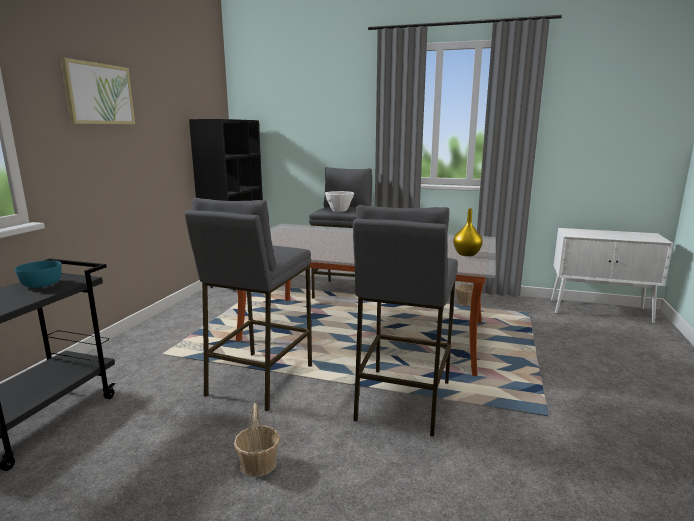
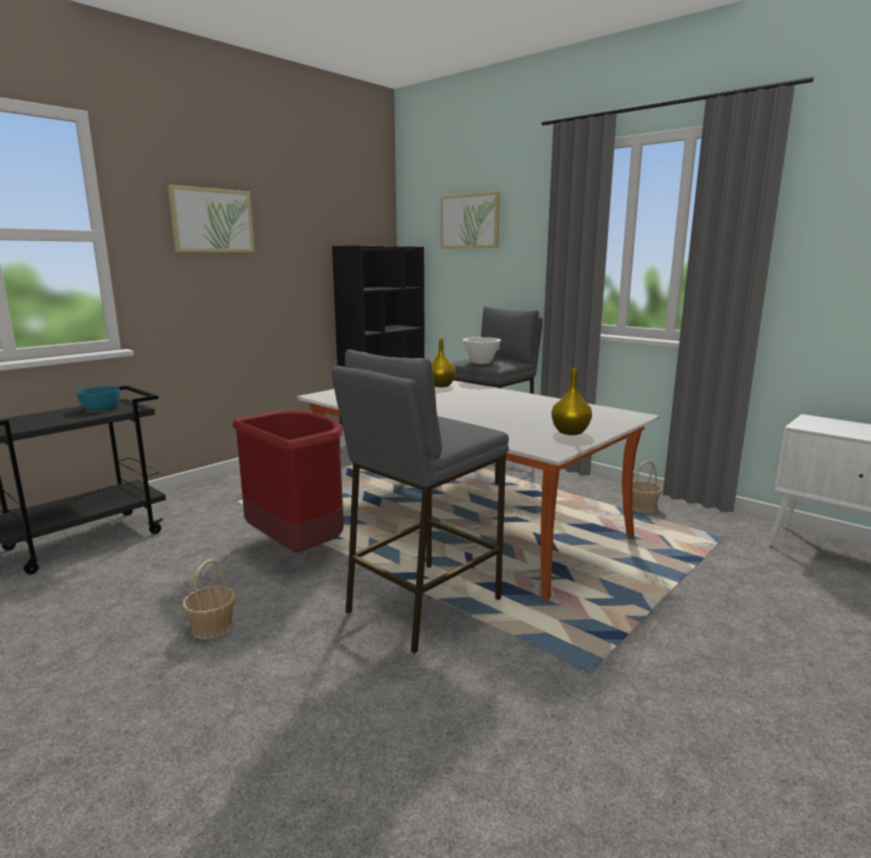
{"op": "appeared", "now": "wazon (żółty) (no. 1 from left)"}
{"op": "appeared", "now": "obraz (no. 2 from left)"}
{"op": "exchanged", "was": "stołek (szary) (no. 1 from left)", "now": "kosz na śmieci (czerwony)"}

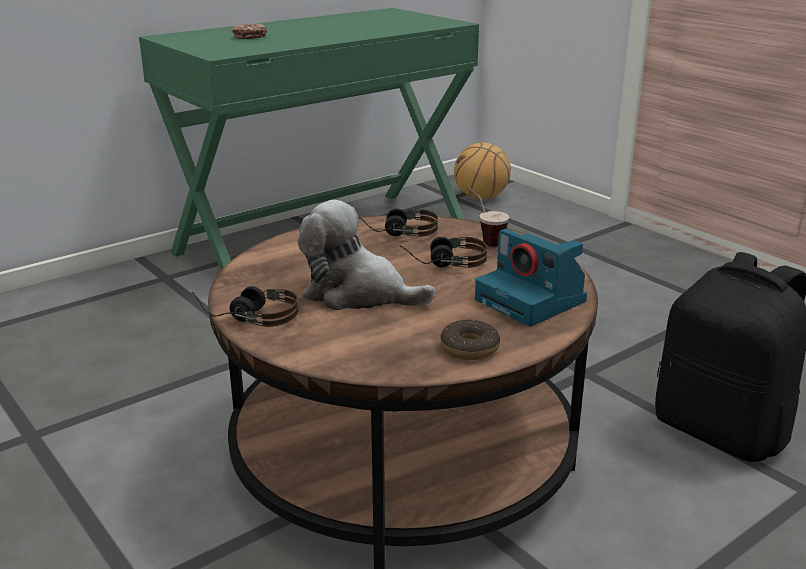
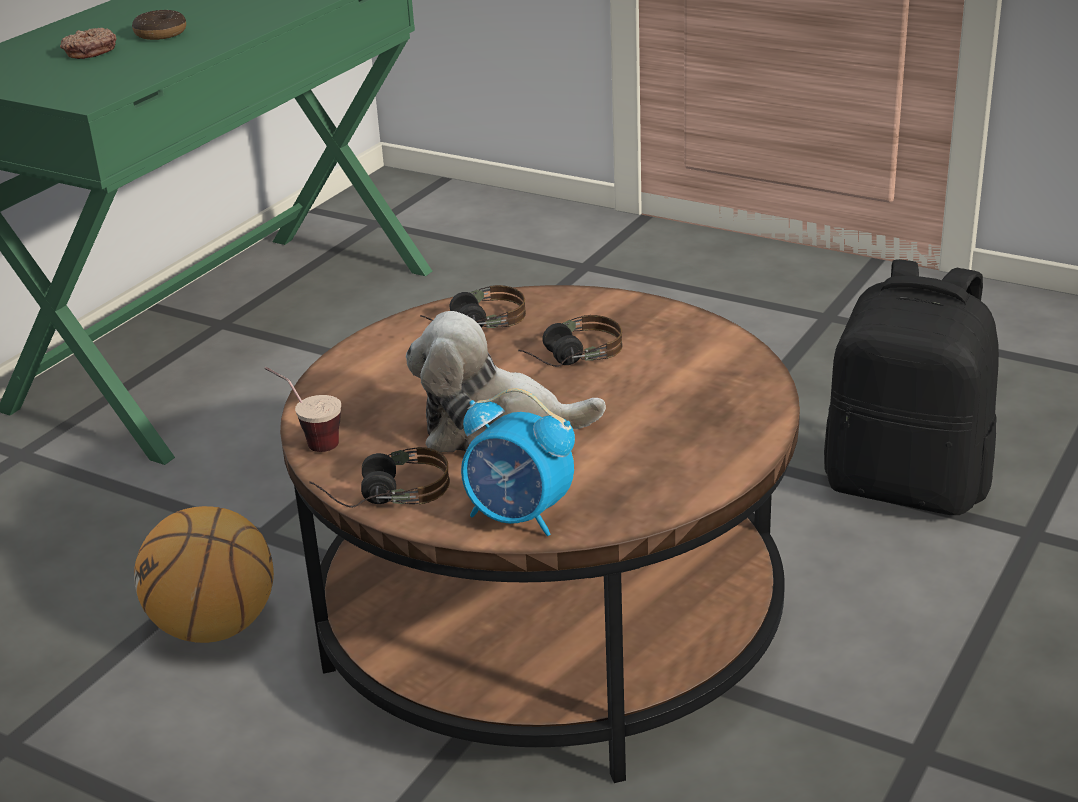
{"op": "missing", "was": "aparat fotograficzny"}
{"op": "appeared", "now": "budzik"}
{"op": "relocated", "was": "donut (no. 2 from left)"}
{"op": "relocated", "was": "piłka do koszykówki"}
{"op": "relocated", "was": "filiżanka"}

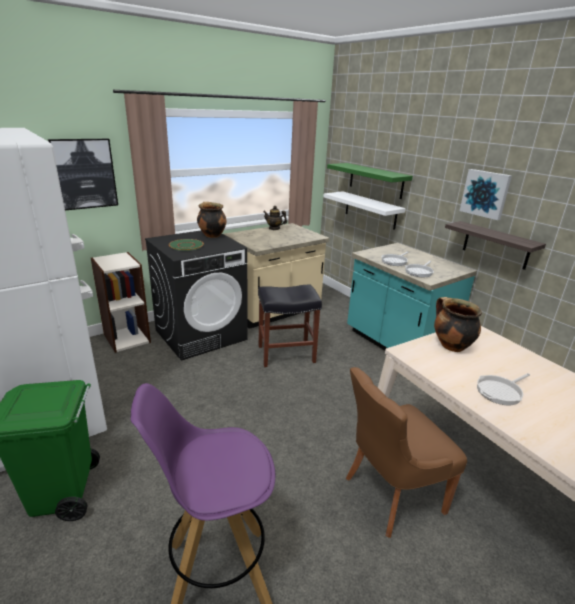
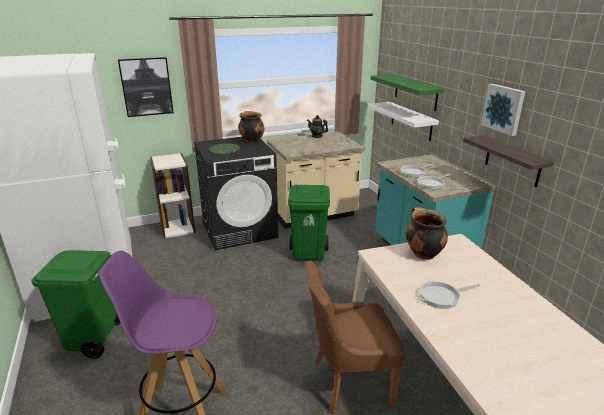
{"op": "exchanged", "was": "stołek (czarny)", "now": "kosz na śmieci (zielony) (no. 2 from left)"}

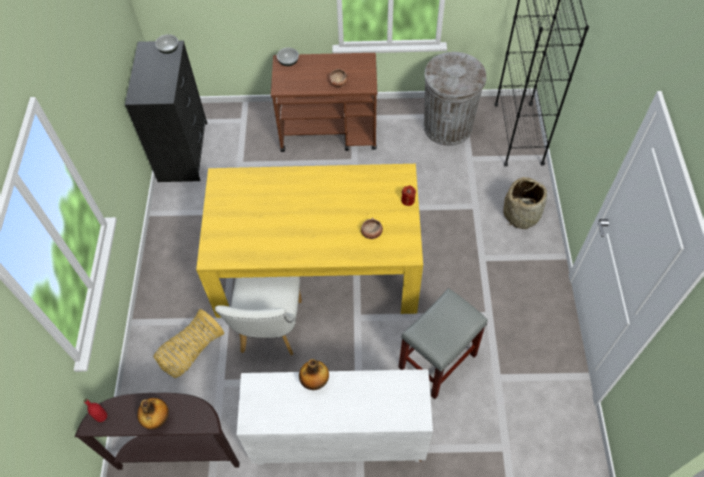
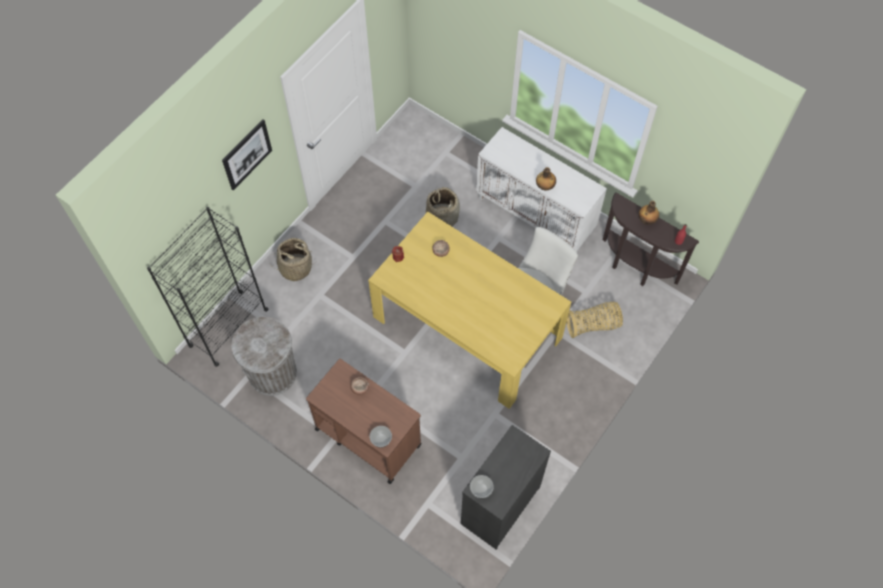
{"op": "appeared", "now": "obraz"}
{"op": "exchanged", "was": "stołek (szary)", "now": "koszyk (no. 2 from left)"}

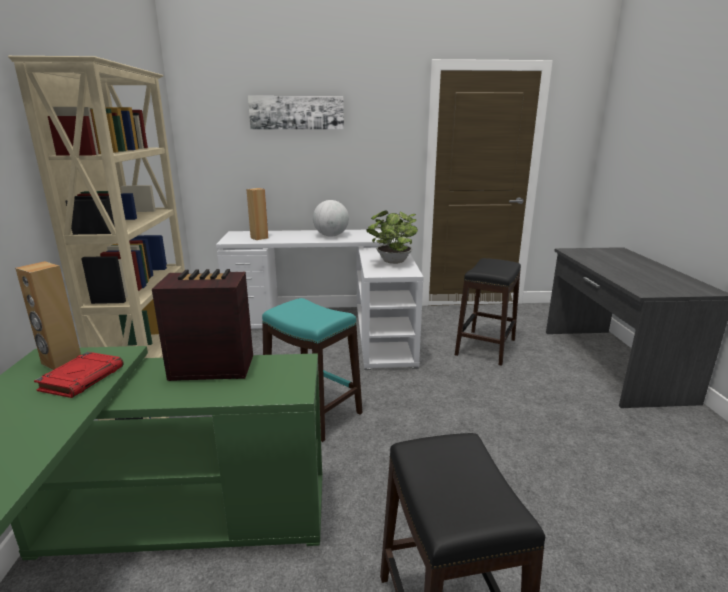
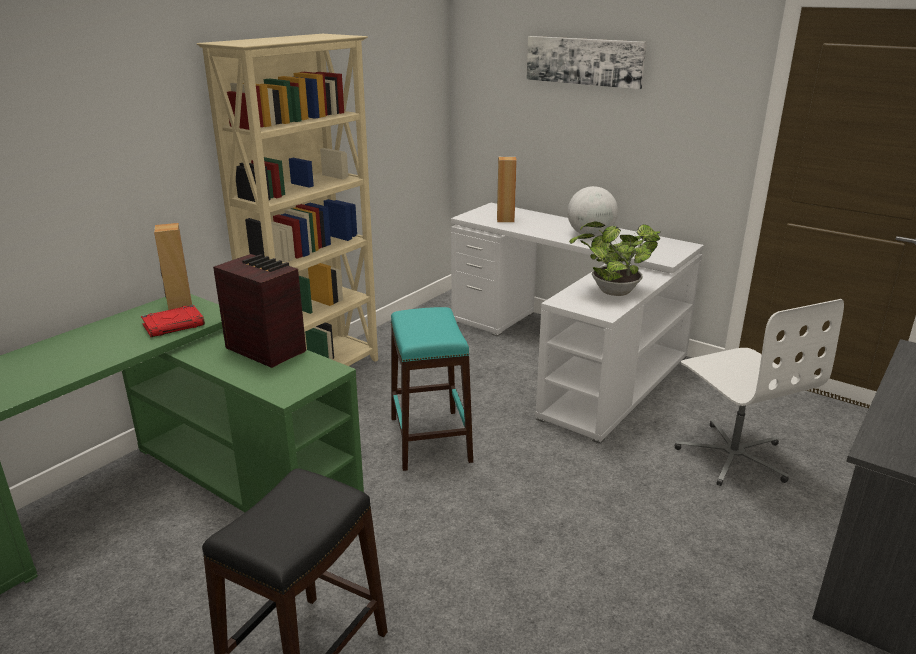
{"op": "exchanged", "was": "stołek (czarny) (no. 2 from left)", "now": "krzesło biurowe (biały)"}

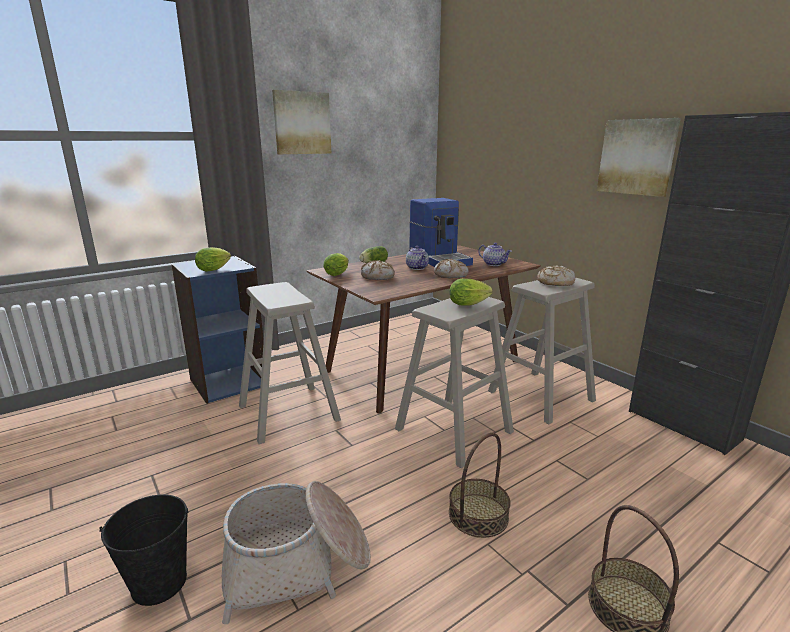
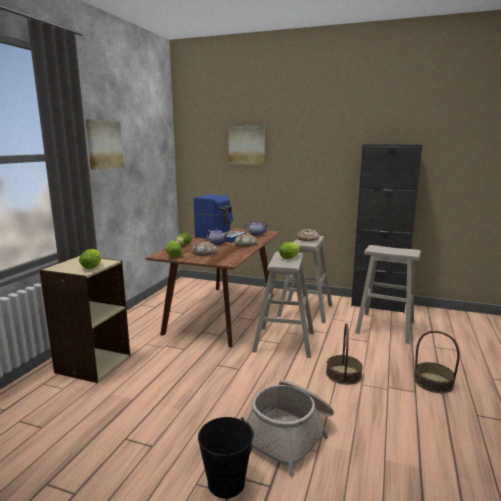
{"op": "relocated", "was": "stołek (beżowy) (no. 1 from left in the first image)", "now": "stołek (beżowy) (no. 3 from left)"}
{"op": "relocated", "was": "obraz (no. 2 from left)"}
{"op": "colour", "was": "regał (niebieski)", "now": "regał (beżowy)"}

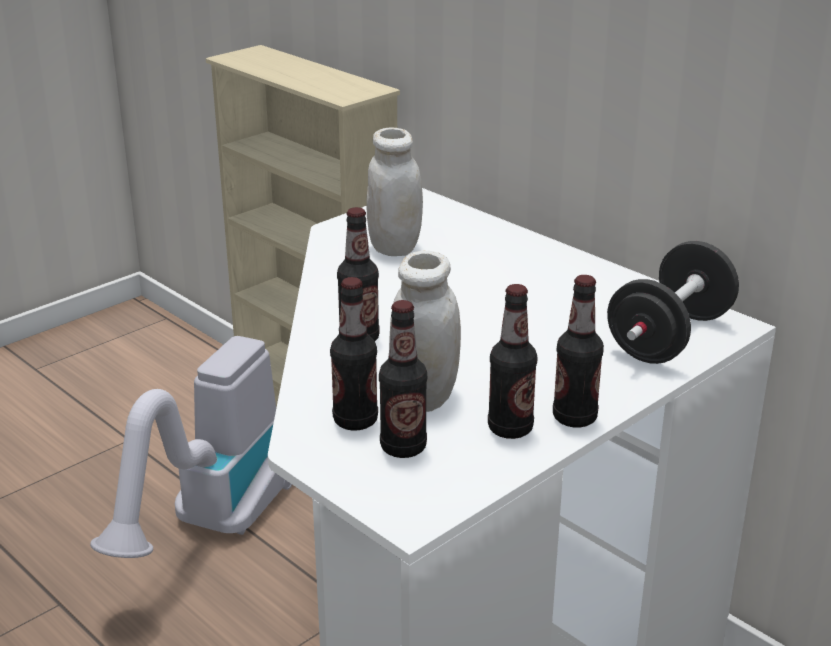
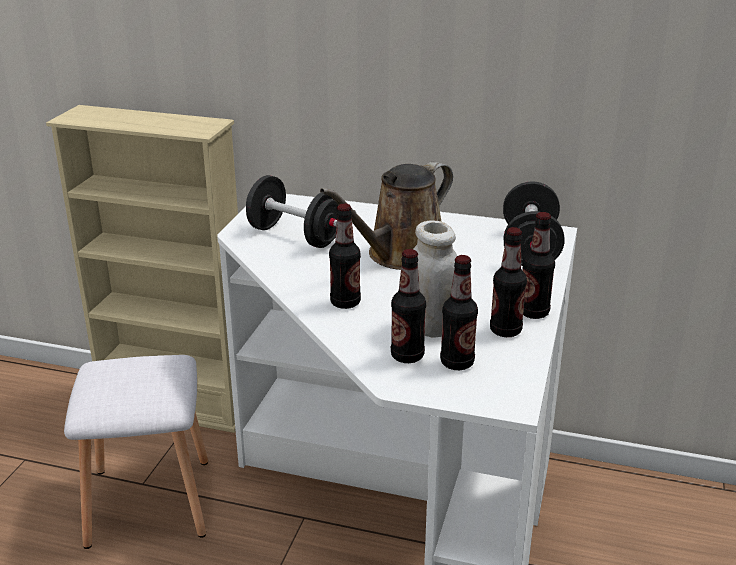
{"op": "appeared", "now": "konewka (brązowy)"}
{"op": "exchanged", "was": "odkurzacz", "now": "stołek (biały)"}
{"op": "exchanged", "was": "słoik (biały) (no. 1 from left)", "now": "hantel (czarny) (no. 1 from left)"}

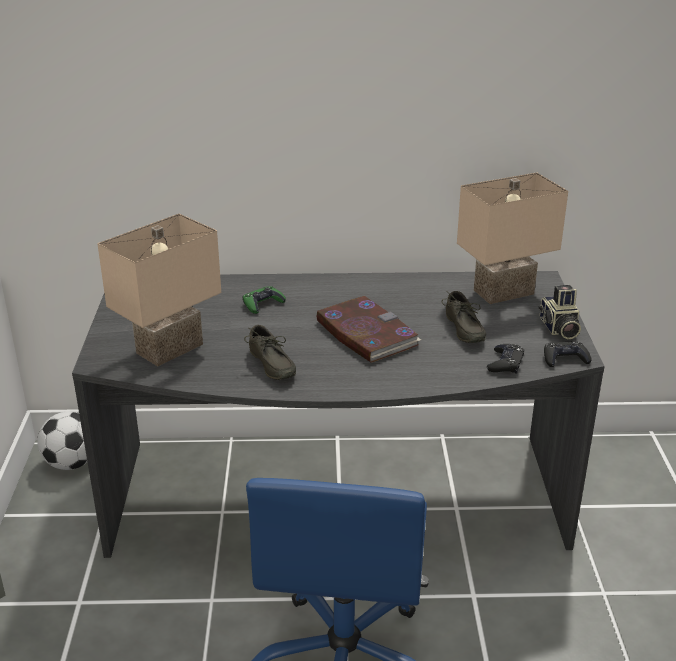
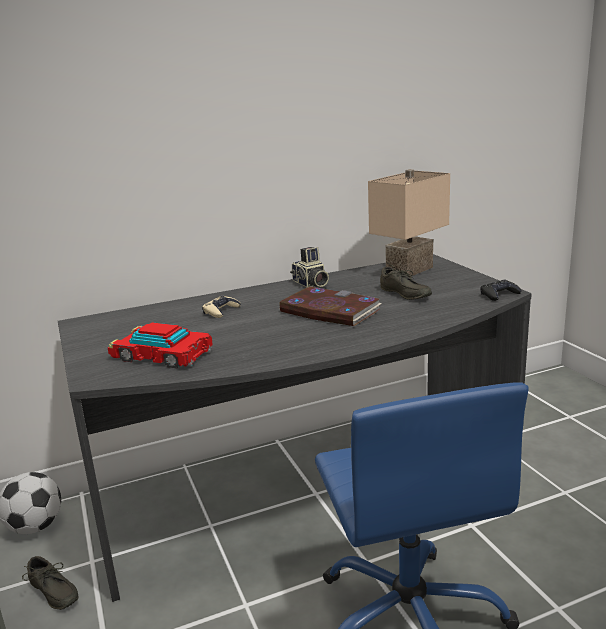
{"op": "missing", "was": "pad do gier (czarny) (no. 1 from left)"}
{"op": "relocated", "was": "but (szary) (no. 1 from left)"}
{"op": "relocated", "was": "aparat fotograficzny"}
{"op": "exchanged", "was": "lampa stołowa (beżowy) (no. 1 from left)", "now": "samochodzik"}
{"op": "colour", "was": "pad do gier (zielony)", "now": "pad do gier (beżowy)"}

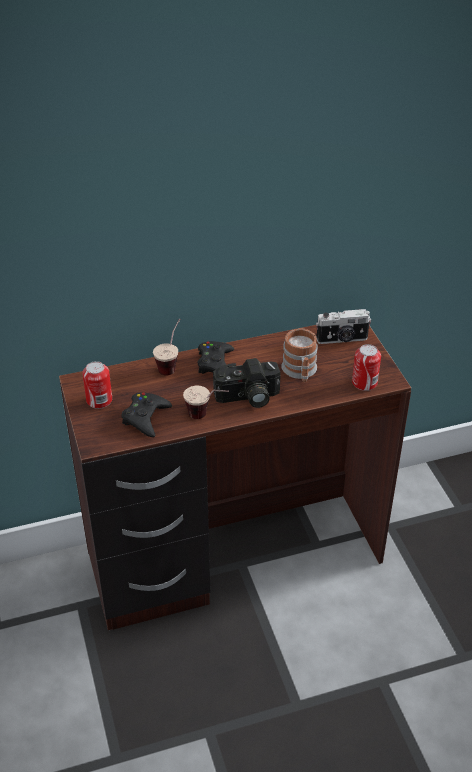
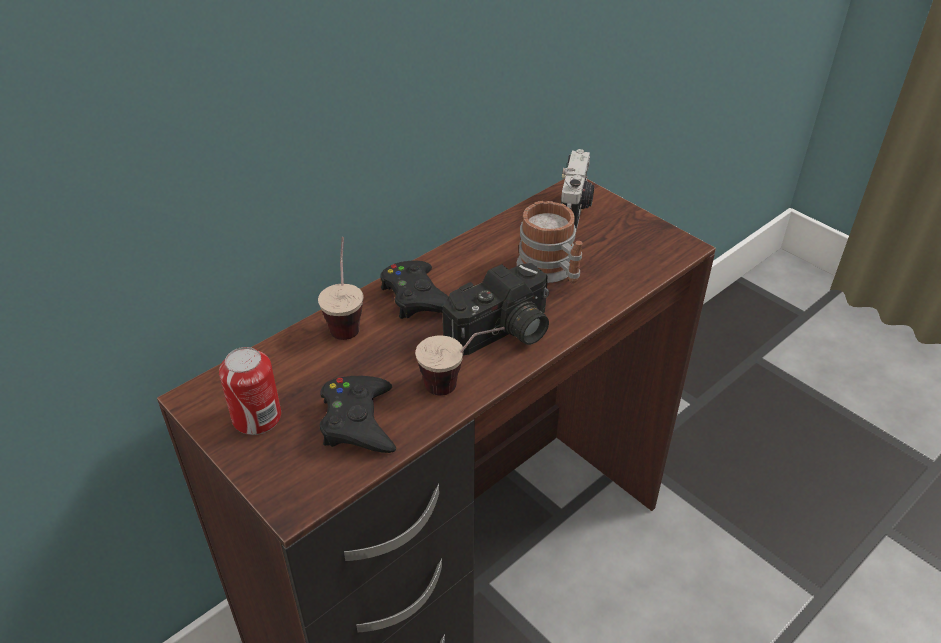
{"op": "missing", "was": "puszka (no. 2 from left)"}
{"op": "spun", "was": "aparat fotograficzny (no. 2 from left)", "clockwise": -45}

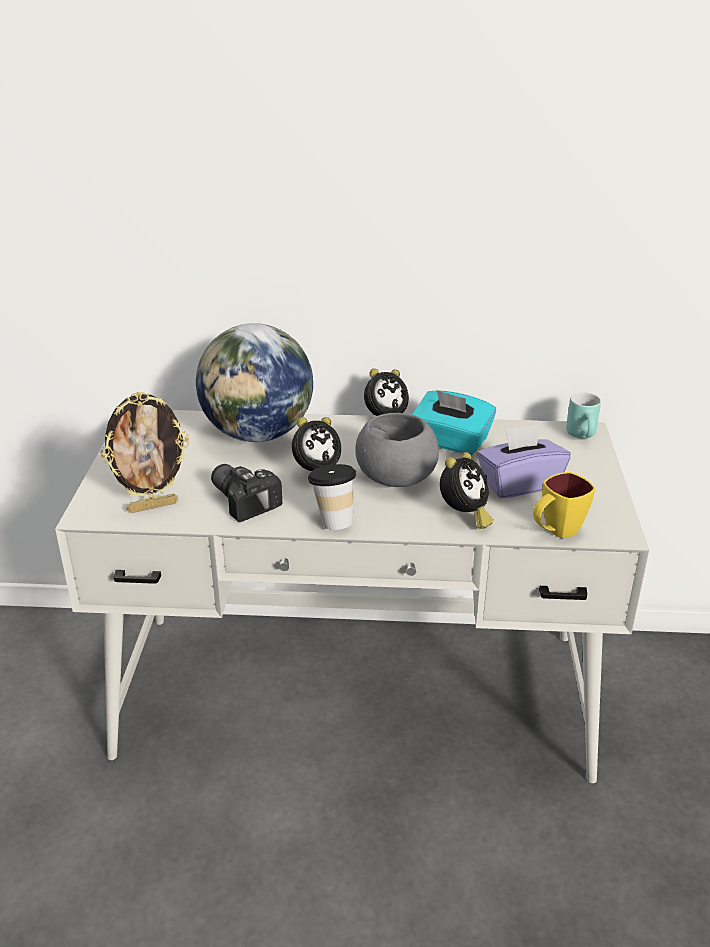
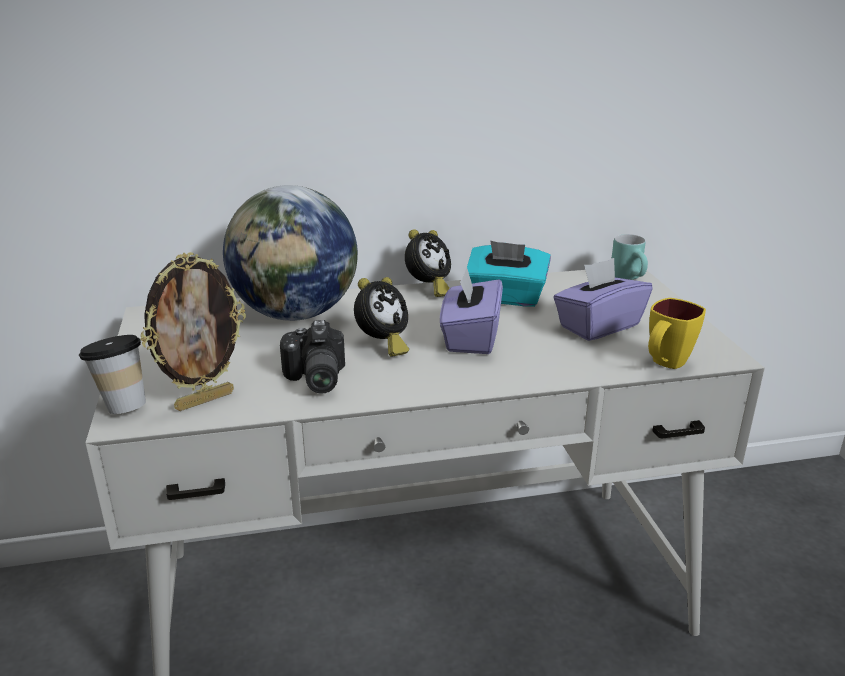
{"op": "missing", "was": "budzik (no. 3 from left)"}
{"op": "relocated", "was": "filiżanka"}
{"op": "exchanged", "was": "miska (szary)", "now": "pudełko chusteczek (fioletowy) (no. 1 from left)"}
{"op": "spun", "was": "aparat fotograficzny", "clockwise": -135}

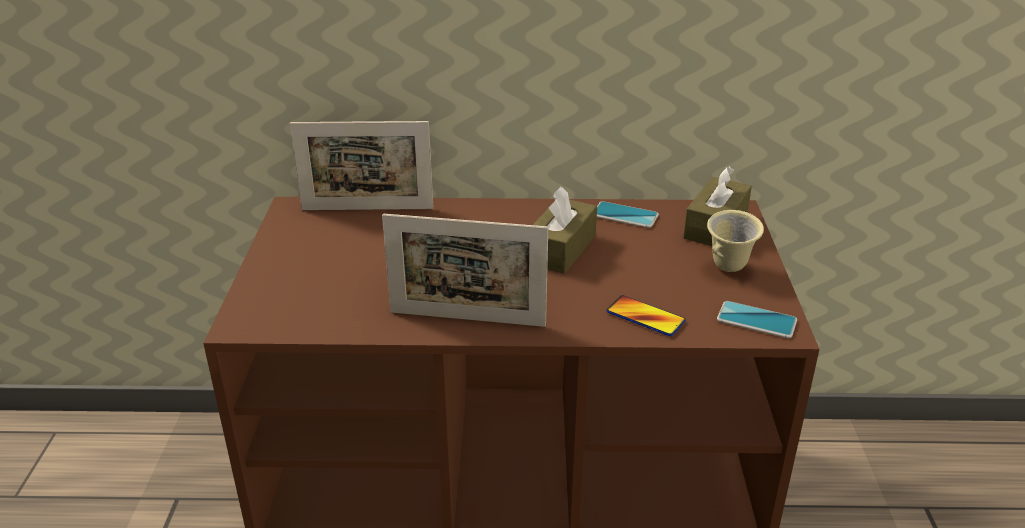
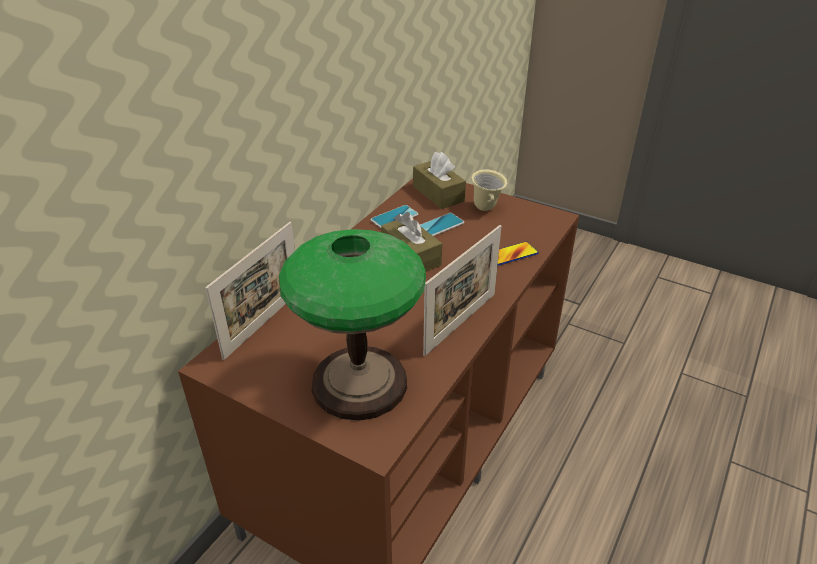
{"op": "appeared", "now": "lampa stołowa"}
{"op": "relocated", "was": "telefon (no. 3 from left in the first image)", "now": "telefon (no. 2 from left)"}

